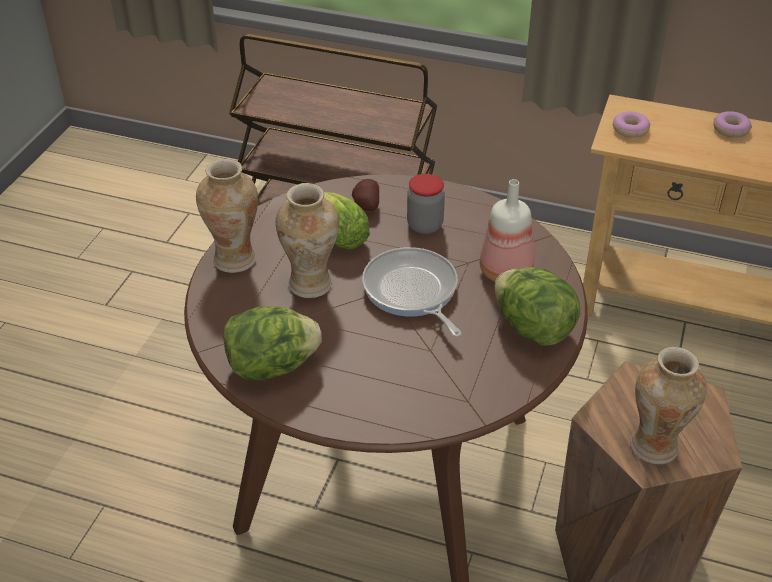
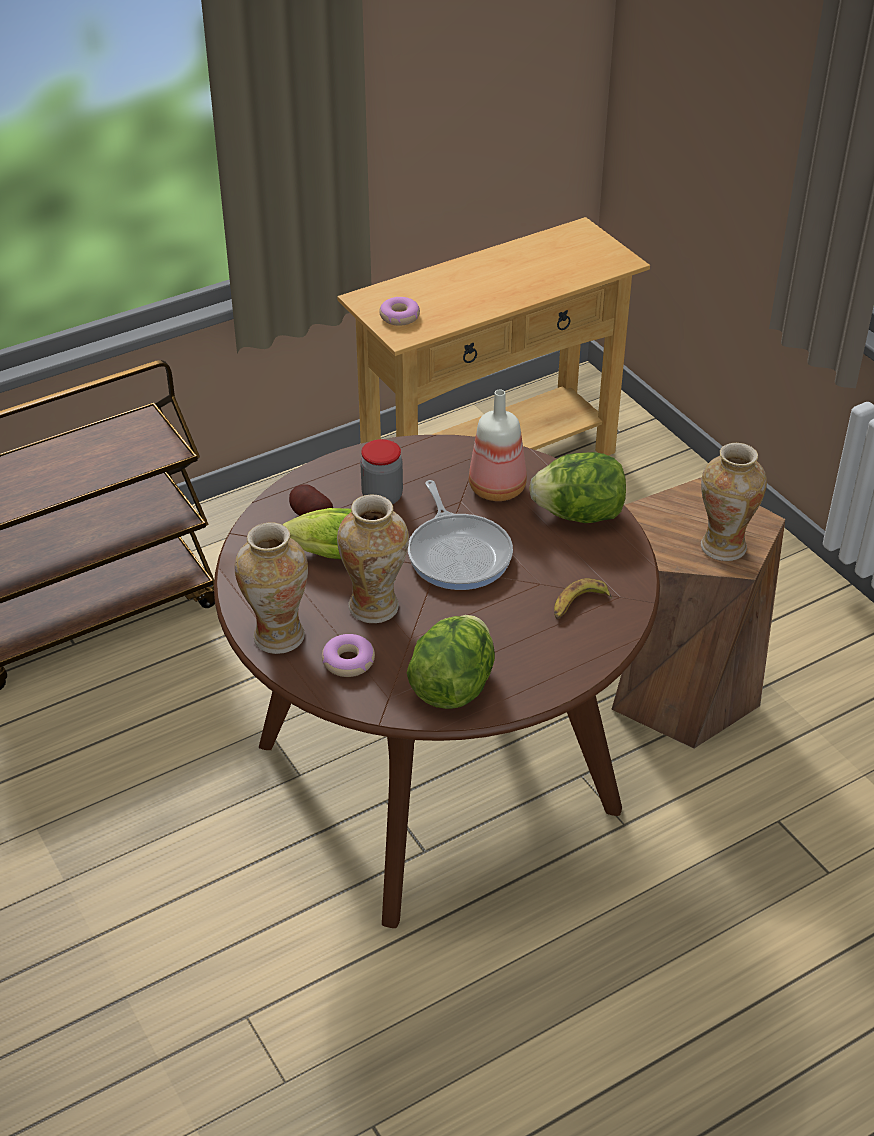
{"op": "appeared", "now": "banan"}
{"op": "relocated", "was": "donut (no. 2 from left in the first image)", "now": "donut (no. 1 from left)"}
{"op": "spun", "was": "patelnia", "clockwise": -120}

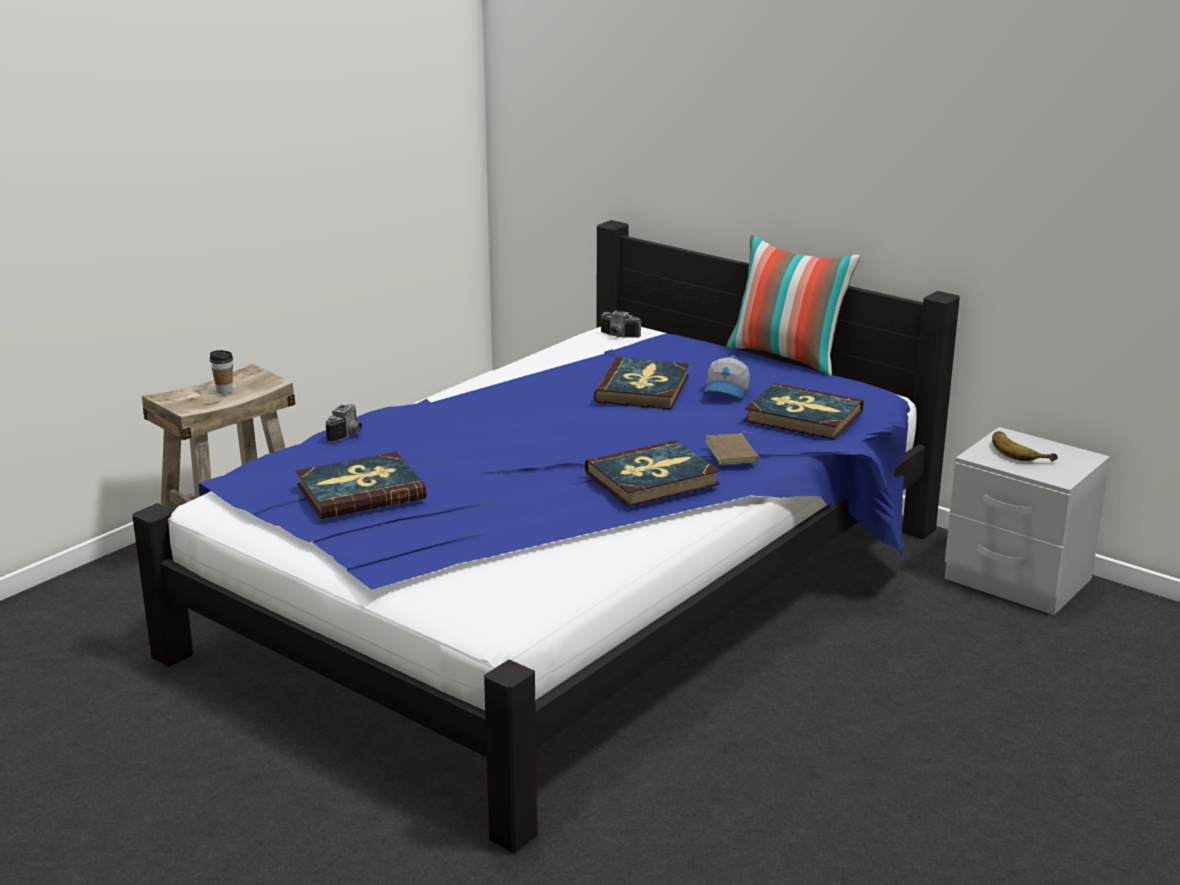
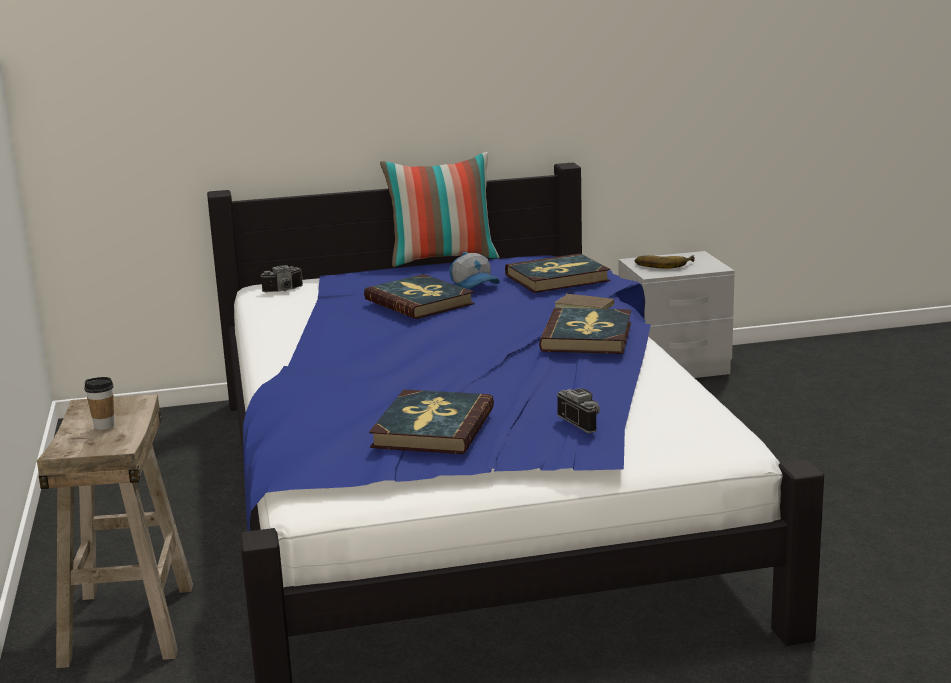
{"op": "relocated", "was": "aparat fotograficzny (no. 1 from left in the first image)", "now": "aparat fotograficzny (no. 2 from left)"}

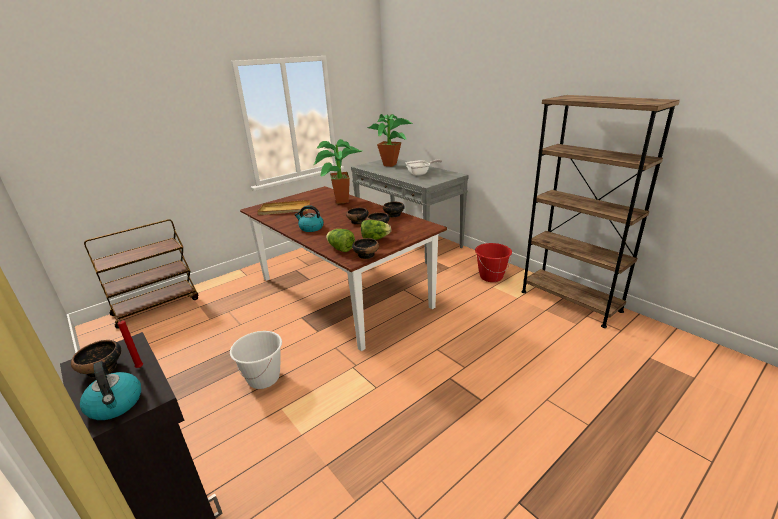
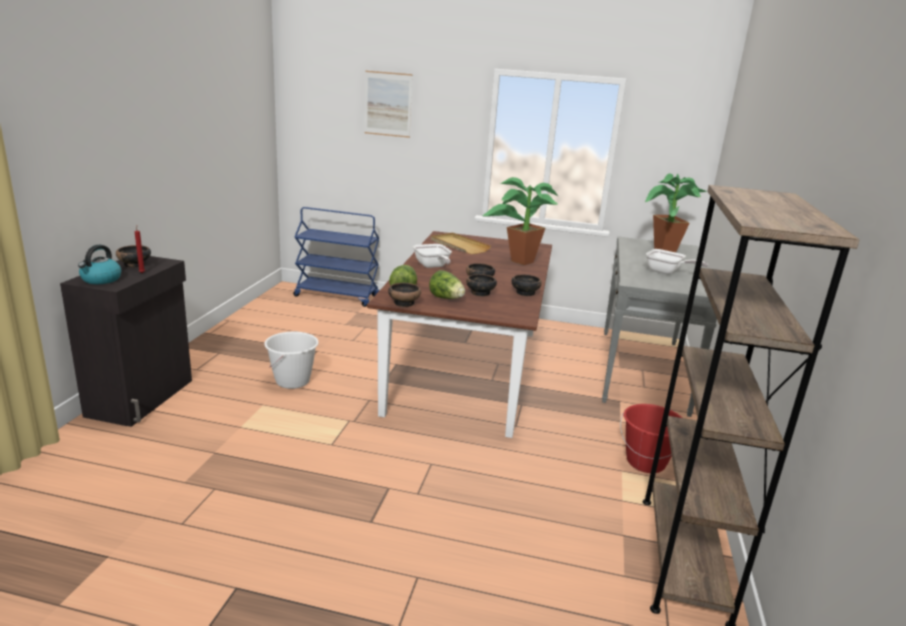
{"op": "appeared", "now": "obraz"}
{"op": "exchanged", "was": "czajnik (no. 2 from left)", "now": "patelnia (no. 1 from left)"}
{"op": "colour", "was": "wózek (brązowy)", "now": "wózek (niebieski)"}

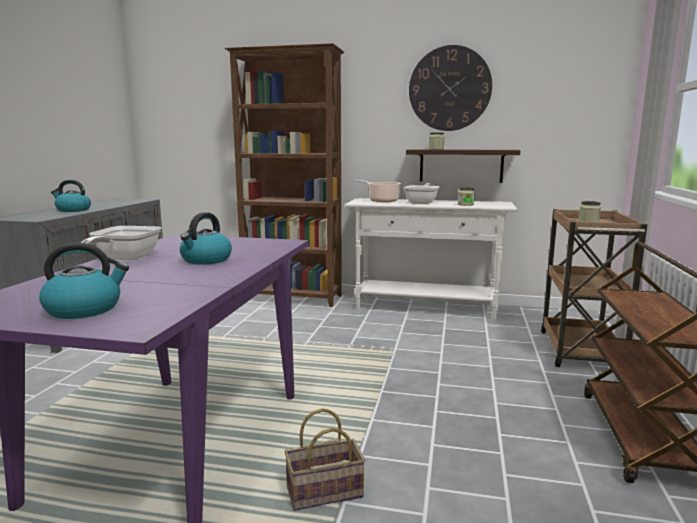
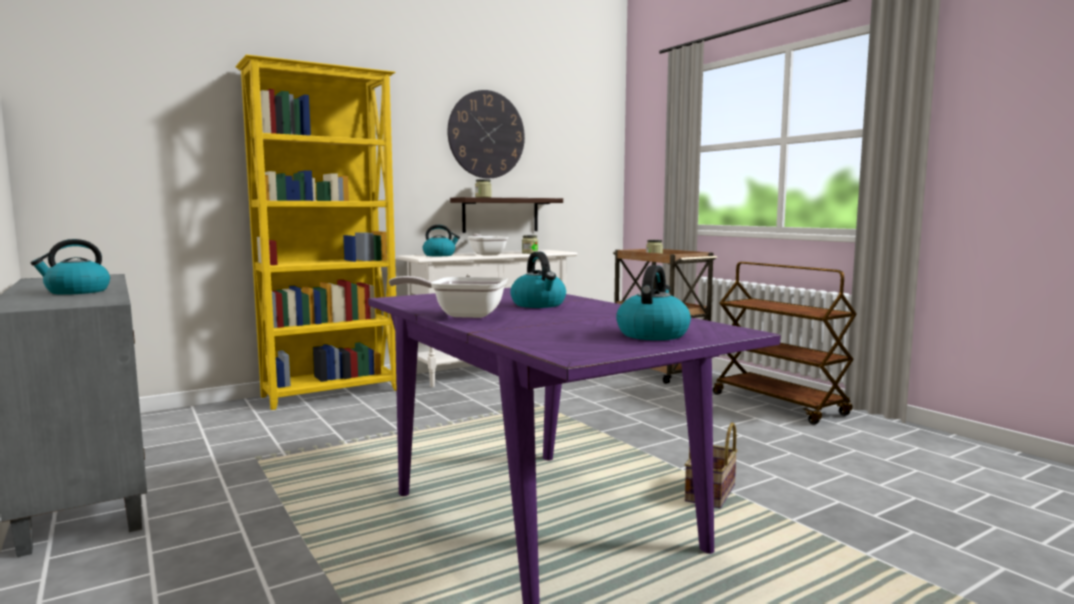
{"op": "exchanged", "was": "garnek", "now": "czajnik (no. 2 from left)"}
{"op": "colour", "was": "regał (brązowy)", "now": "regał (żółty)"}
{"op": "spun", "was": "patelnia (no. 1 from left)", "clockwise": 135}

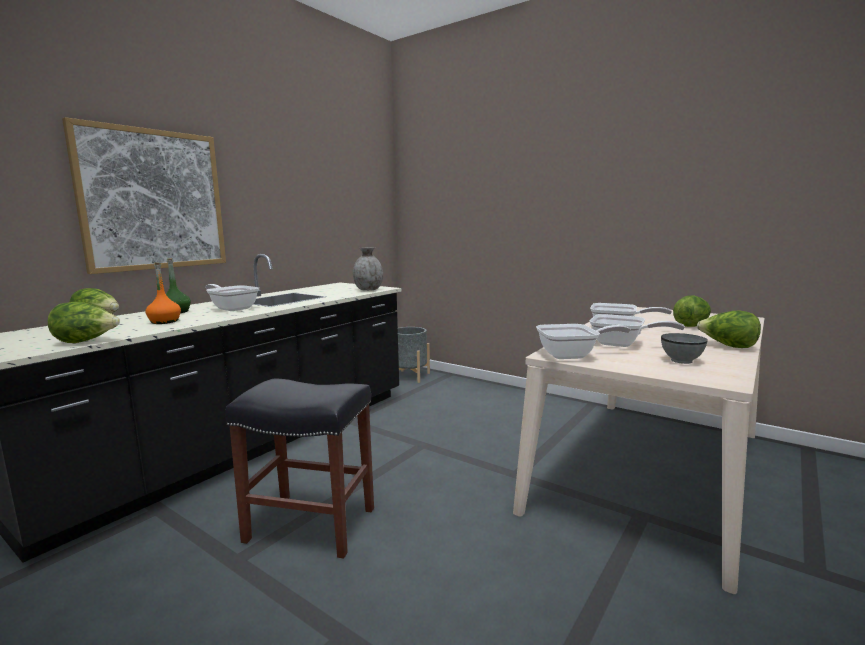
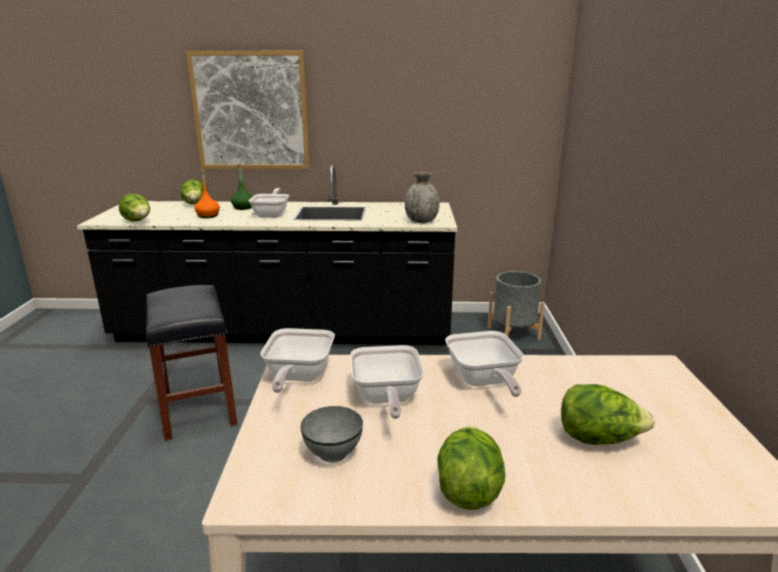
{"op": "spun", "was": "patelnia (no. 2 from left)", "clockwise": 45}

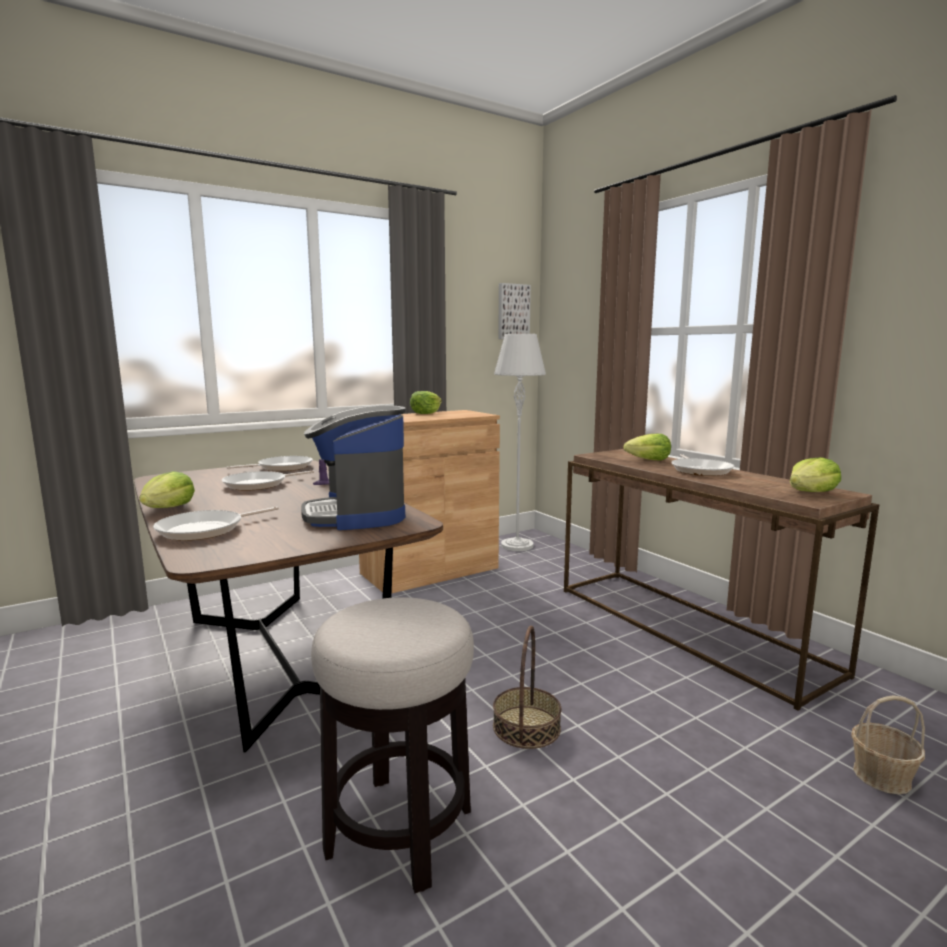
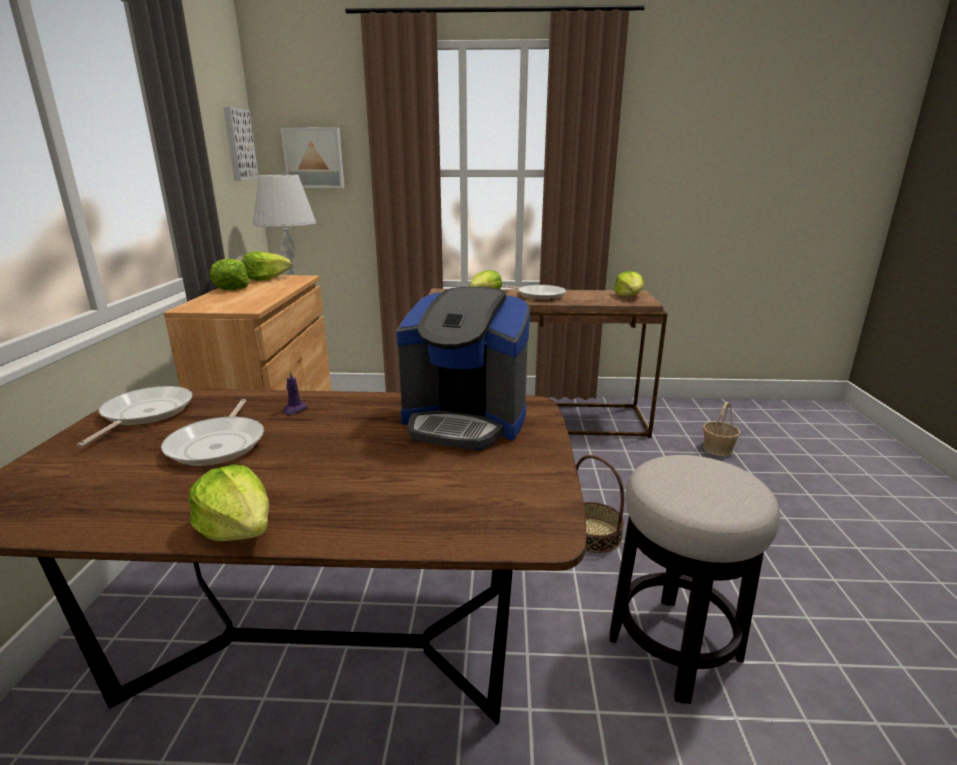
{"op": "missing", "was": "patelnia (no. 1 from left)"}
{"op": "appeared", "now": "sałata (no. 3 from left)"}
{"op": "appeared", "now": "obraz (no. 2 from left)"}

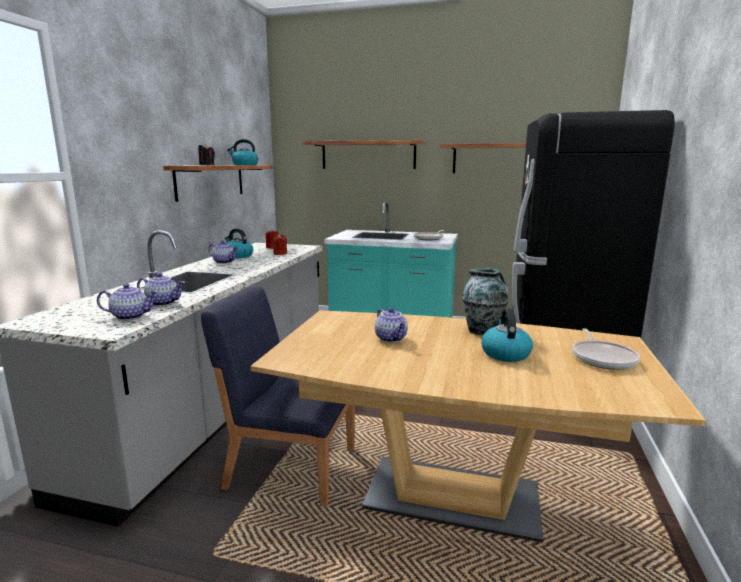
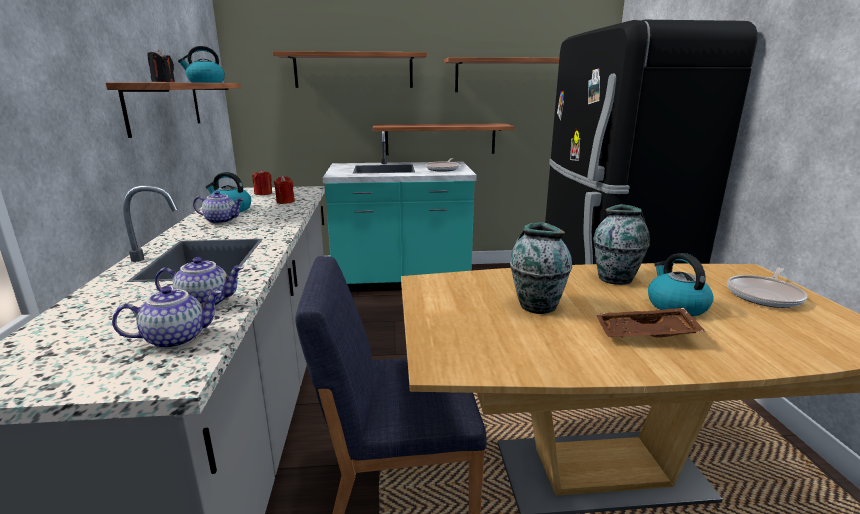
{"op": "appeared", "now": "półka (no. 3 from left)"}
{"op": "appeared", "now": "taca (brązowy)"}
{"op": "exchanged", "was": "imbryk (no. 4 from left)", "now": "wazon (no. 1 from left)"}
{"op": "spun", "was": "patelnia (no. 2 from left)", "clockwise": 60}

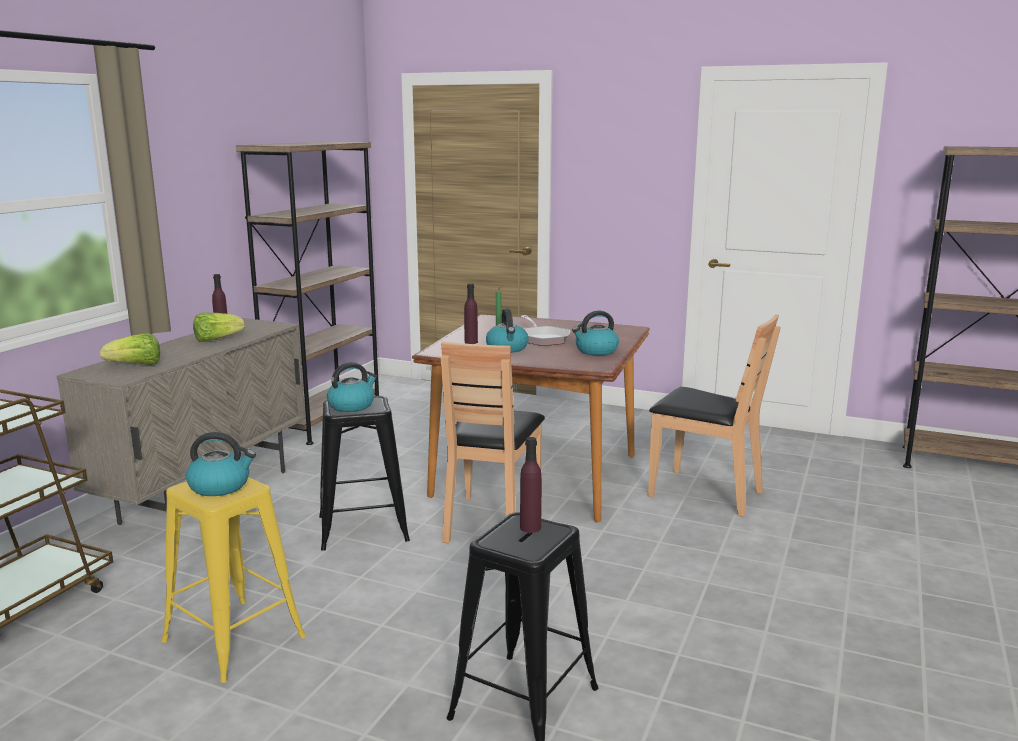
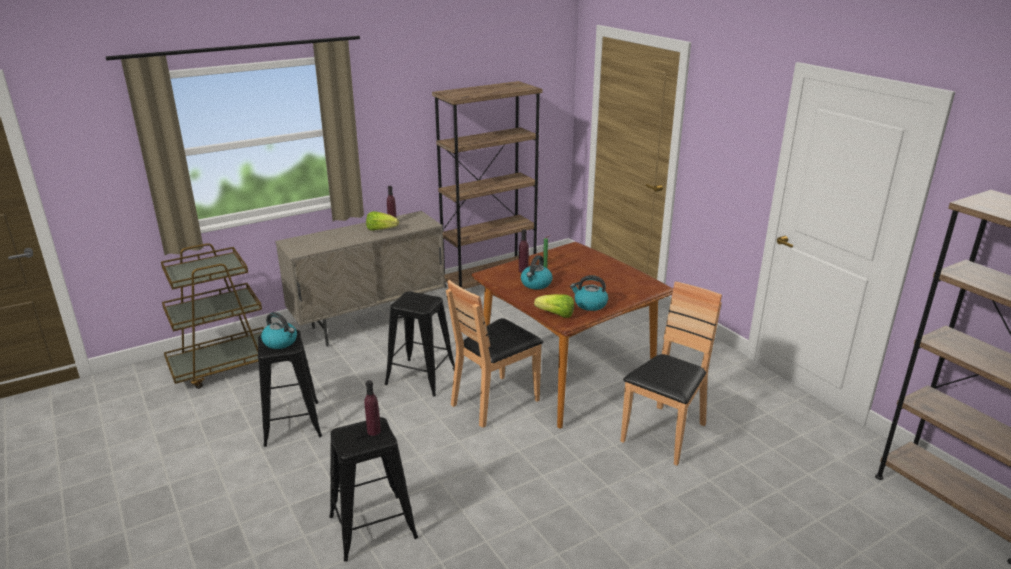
{"op": "missing", "was": "czajnik (no. 2 from left)"}
{"op": "missing", "was": "patelnia"}
{"op": "relocated", "was": "sałata (no. 1 from left in the first image)", "now": "sałata (no. 2 from left)"}
{"op": "colour", "was": "stołek (żółty)", "now": "stołek (czarny) (no. 1 from left)"}
{"op": "spun", "was": "krzesło (brązowy) (no. 2 from left)", "clockwise": -120}

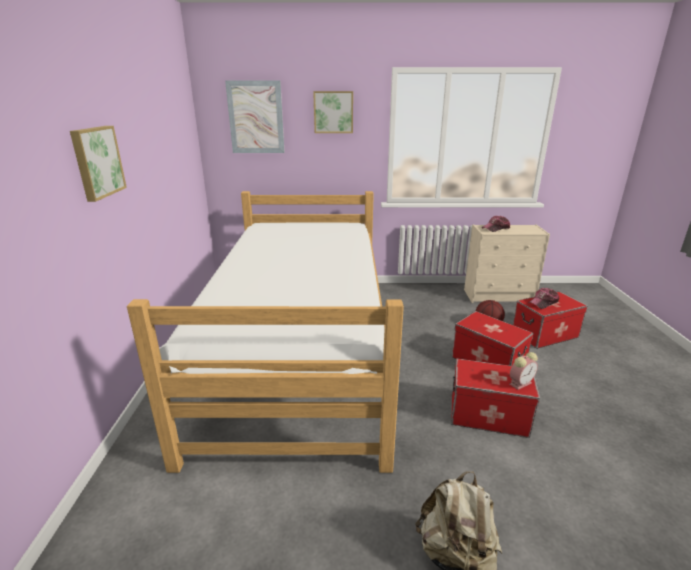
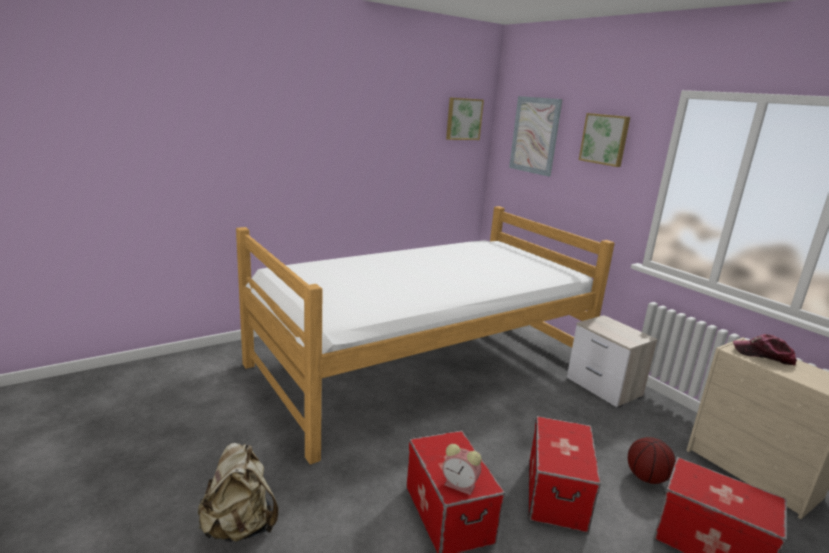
{"op": "missing", "was": "czapka z daszkiem (no. 2 from left)"}
{"op": "appeared", "now": "szafka nocna"}
{"op": "relocated", "was": "obraz (no. 1 from left)"}

